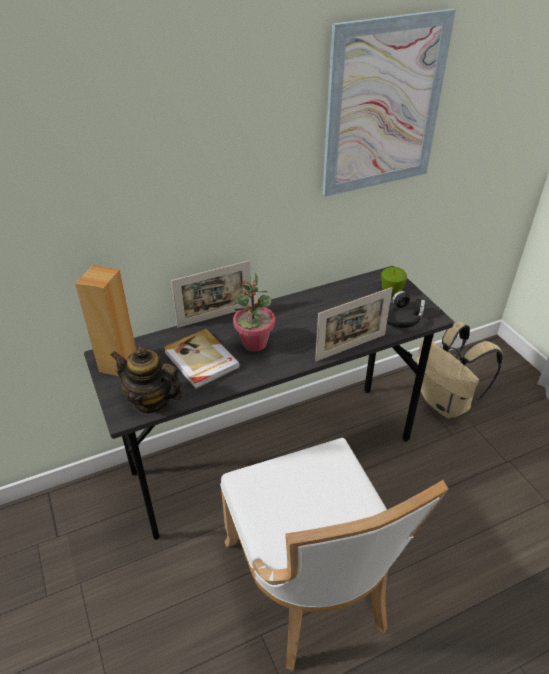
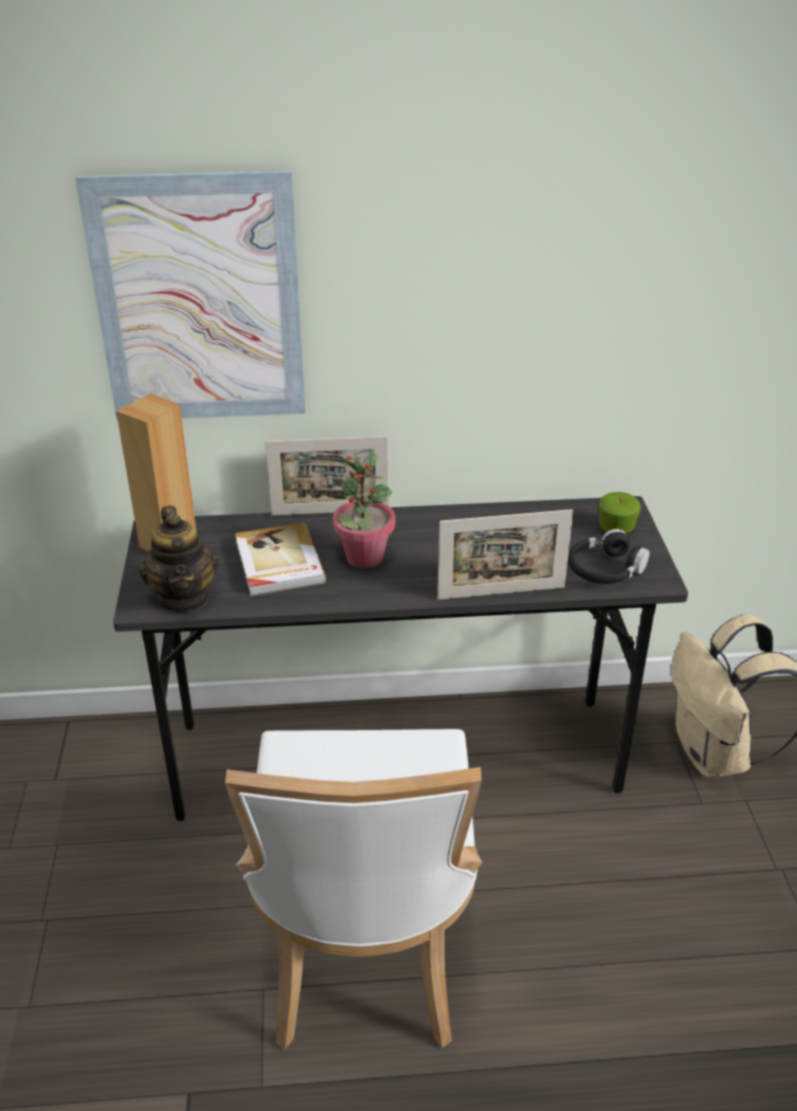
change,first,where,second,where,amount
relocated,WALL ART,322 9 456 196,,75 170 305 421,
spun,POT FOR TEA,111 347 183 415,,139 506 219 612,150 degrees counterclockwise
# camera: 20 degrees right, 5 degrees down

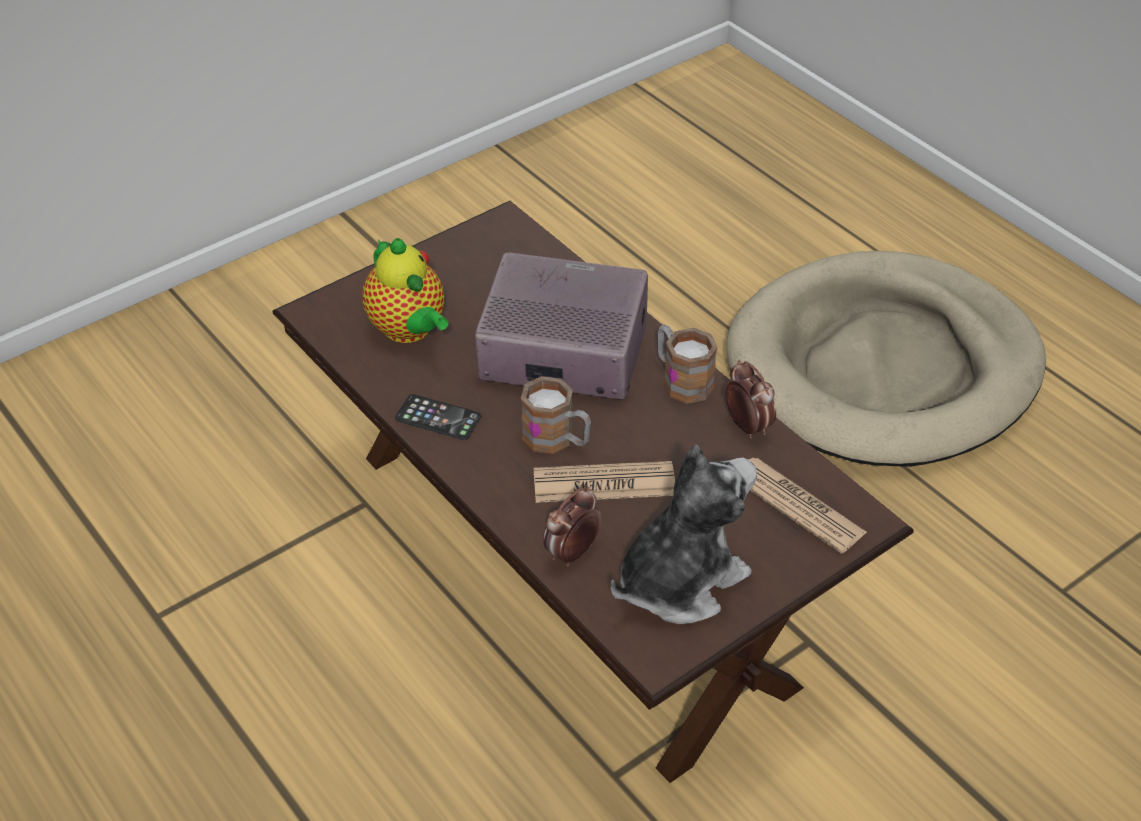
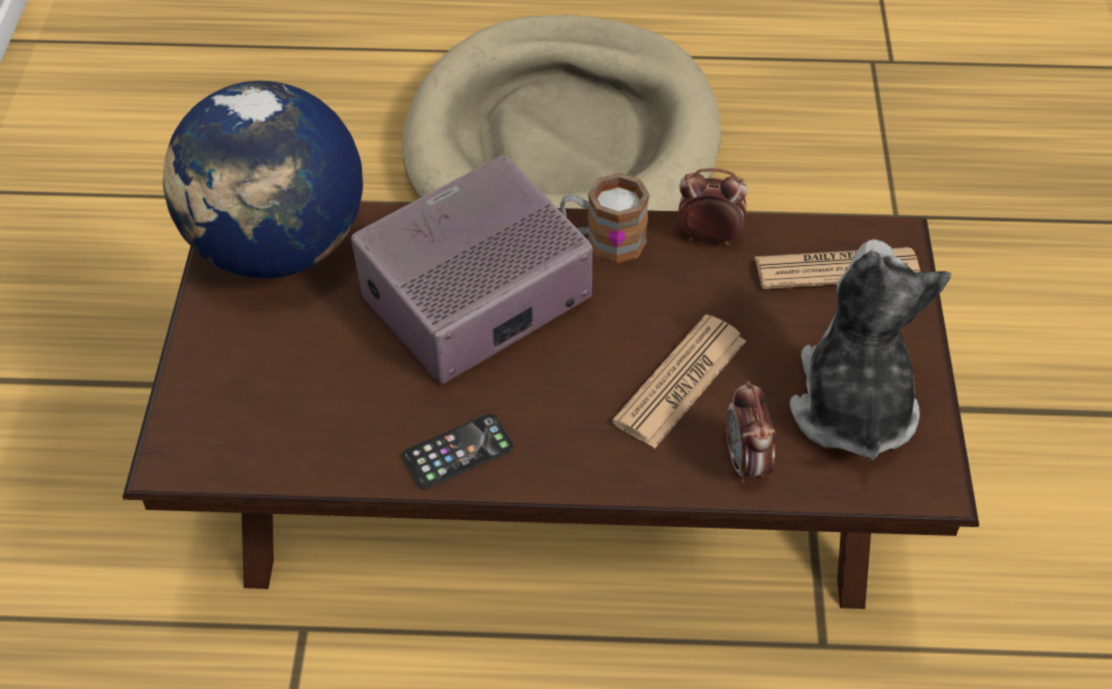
change,first,where,second,where,amount
missing,POT FOR TEA,363 238 449 343,,,
missing,TEA MUG,521 376 591 454,,,
appeared,,,DESK GLOBE,163 81 363 278,
# camera: 50 degrees left, 5 degrees up

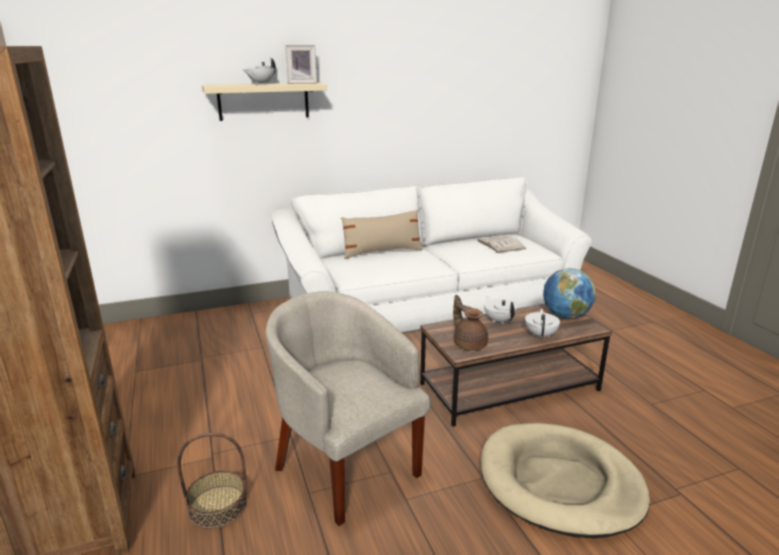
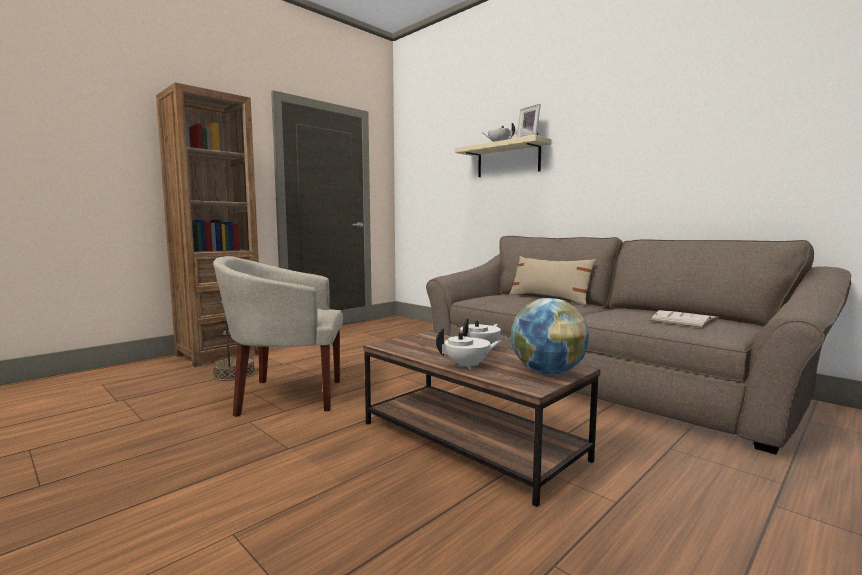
change,first,where,second,where,amount
colour,WHITE SOFA,271 176 592 332,BROWNISH SOFA,426 236 851 455,
spun,BEIGE-COLOURED EASY CHAIR,265 291 431 526,,213 256 343 417,120 degrees counterclockwise
missing,BROWNISH POT FOR TEA,453 295 488 351,,,
missing,BEIGE-COLOURED DOG BED,481 423 650 538,,,
# camera: 65 degrees right, 15 degrees down

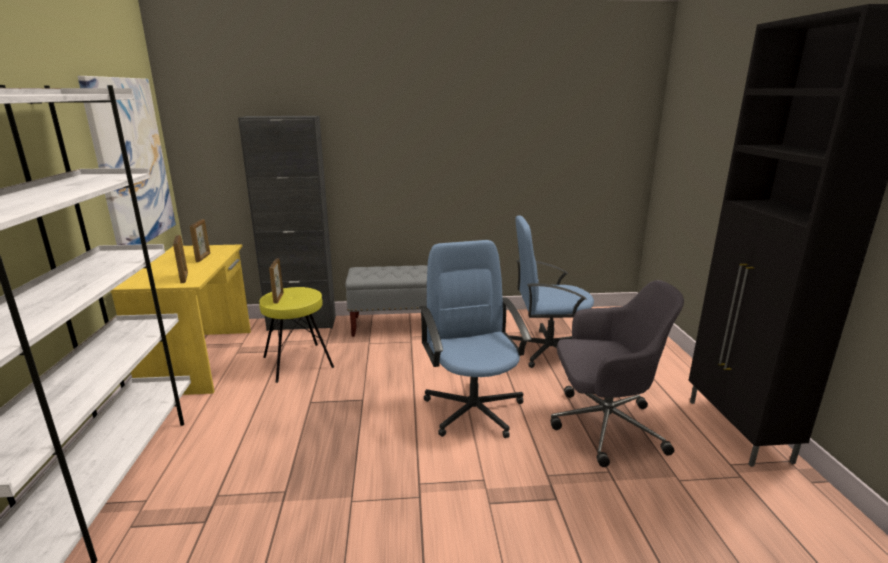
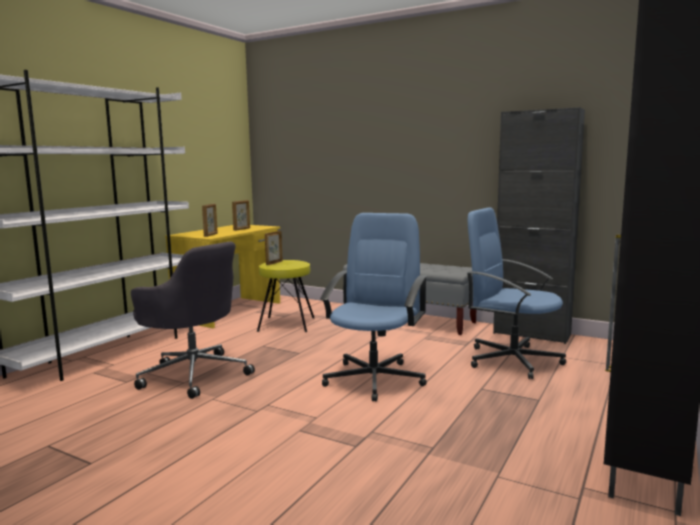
change,first,where,second,where,amount
missing,WALL ART,78 76 176 245,,,
relocated,BLACKISH CABINET,238 116 336 331,,493 107 585 344,
relocated,GREYISH DESK CHAIR,551 280 684 467,,131 242 255 399,
# camera: 35 degrees right, 10 degrees down

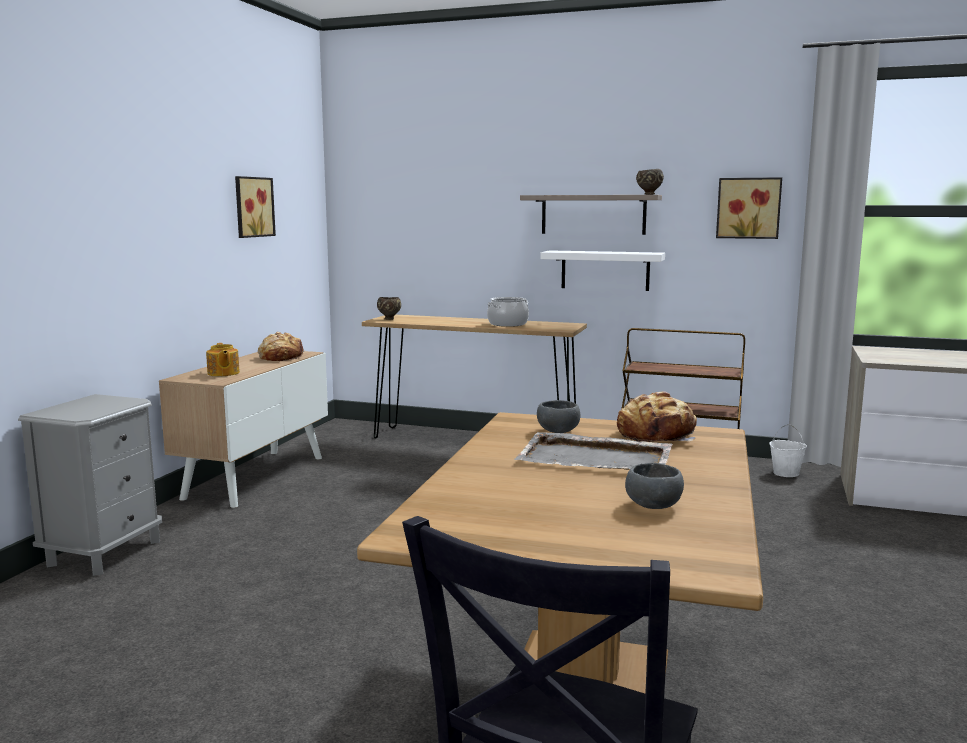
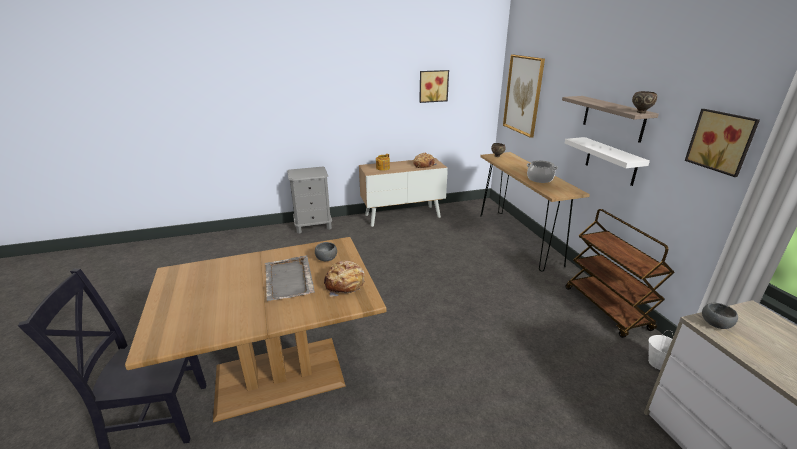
change,first,where,second,where,amount
relocated,GREYISH BOWL,625 463 684 509,,702 303 738 329,
appeared,,,WALL ART,503 55 545 138,
# camera: 55 degrees right, 15 degrees up

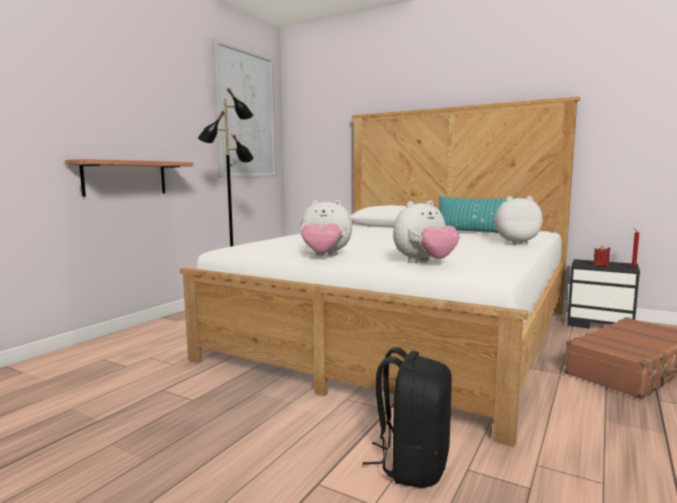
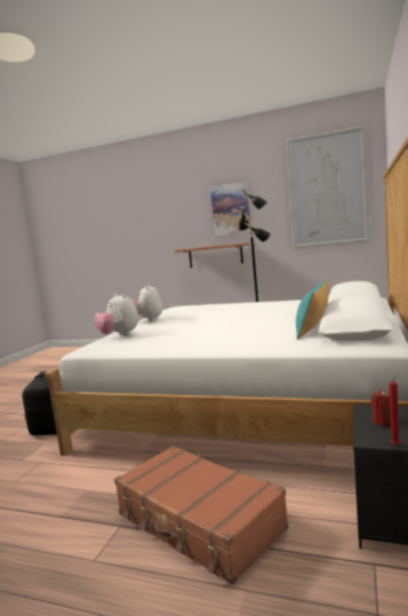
change,first,where,second,where,amount
missing,SOFT TOY,494 196 542 245,,,
appeared,,,WALL ART,210 181 251 237,
# camera: 80 degrees right, 0 degrees up

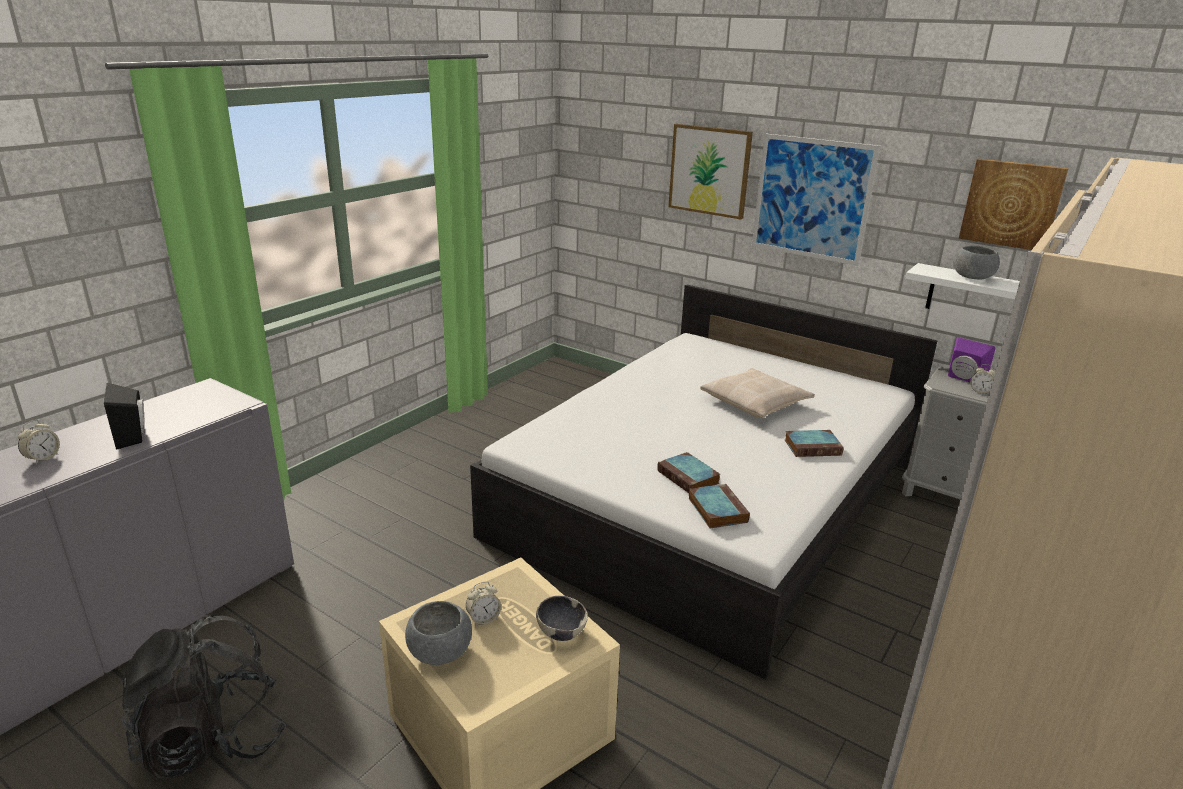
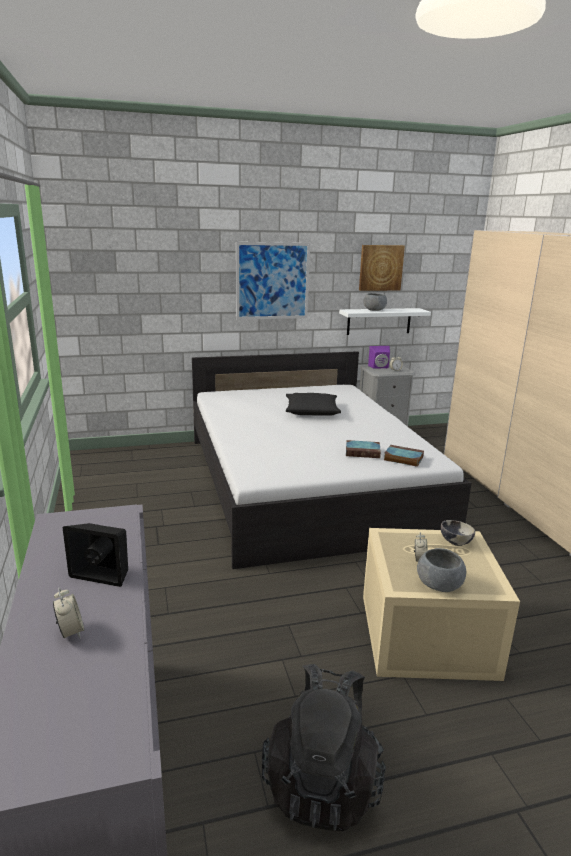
change,first,where,second,where,amount
missing,WALL ART,668 124 753 219,,,
colour,BEIGE-COLOURED THROW PILLOW,700 368 815 418,BLACKISH THROW PILLOW,286 393 341 416,
missing,BOUND BOOK,785 430 844 457,,,
# camera: 50 degrees left, 5 degrees down

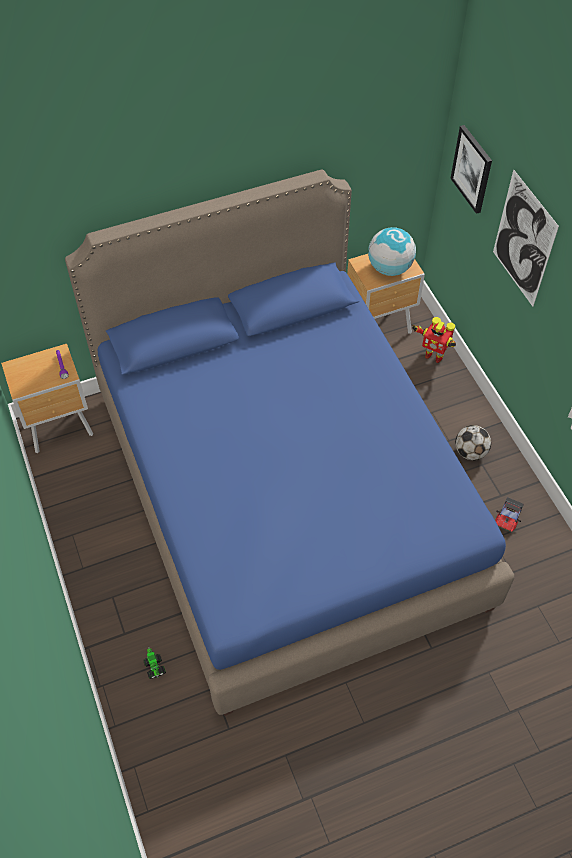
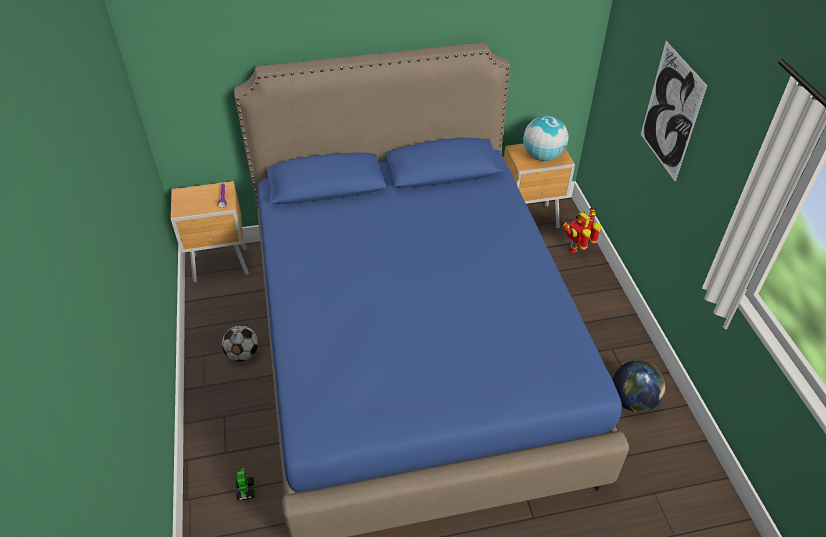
change,first,where,second,where,amount
missing,WALL ART,450 125 492 214,,,
spun,MODEL ROBOT,412 317 456 363,,561 206 601 253,105 degrees clockwise
relocated,FOOTBALL BALL,455 425 491 461,,222 325 258 362,
exchanged,MODEL CAR,495 497 524 532,DESK GLOBE,613 360 666 412,
# camera: 10 degrees right, 10 degrees down

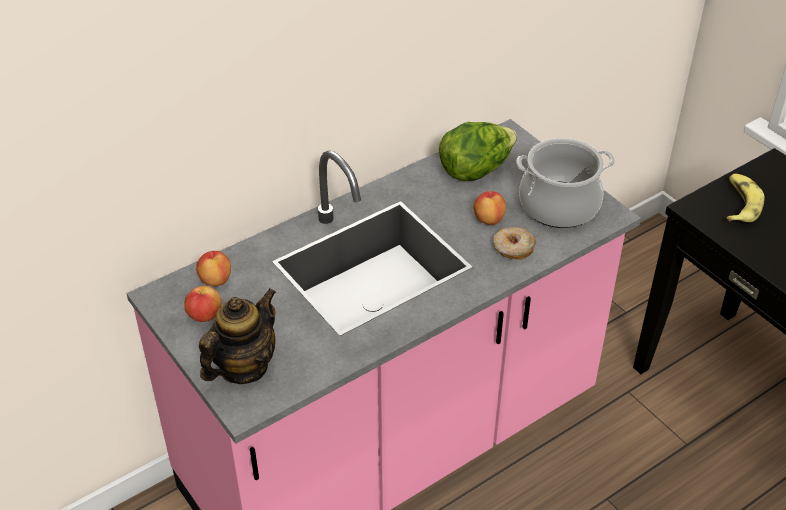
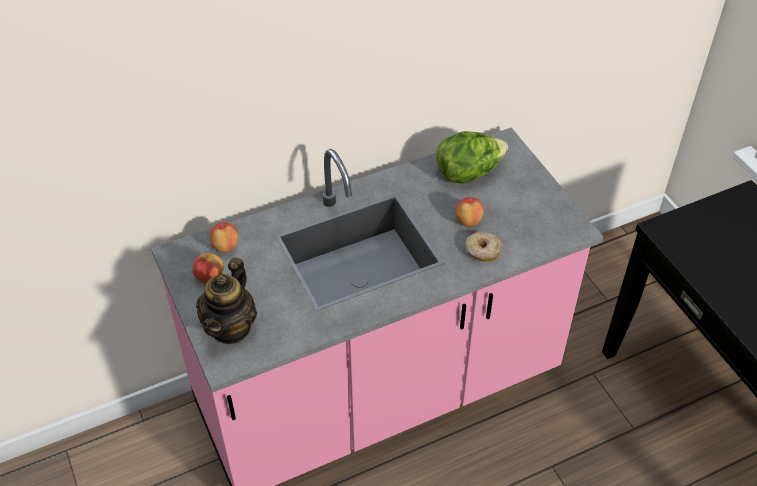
change,first,where,second,where,amount
missing,COOKING POT,516 138 615 228,,,
missing,BANANA,726 174 765 222,,,
spun,POT FOR TEA,199 288 276 384,,196 257 257 344,150 degrees clockwise
# camera: 10 degrees right, 5 degrees up

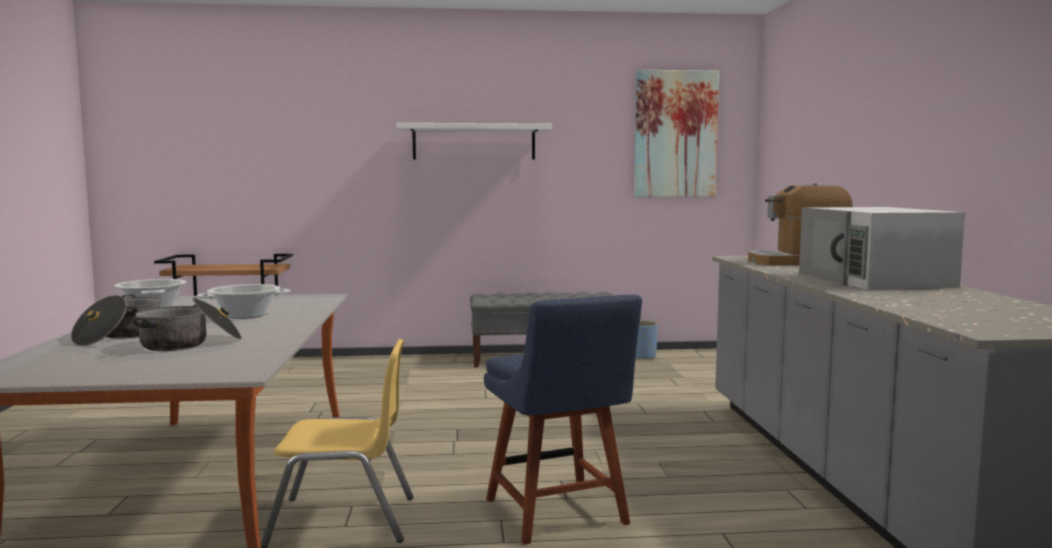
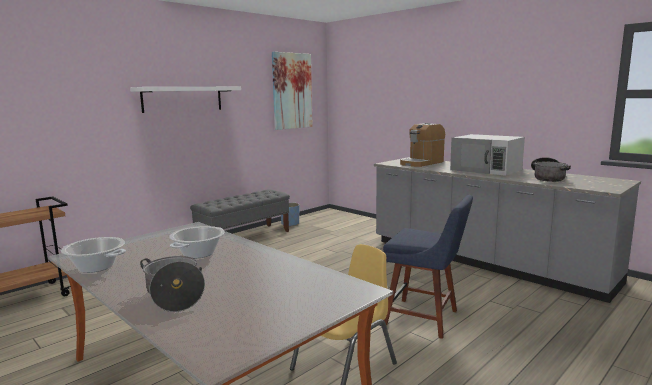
change,first,where,second,where,amount
relocated,COOKING POT,134 298 242 351,,531 157 571 182,
# camera: 40 degrees left, 5 degrees up

